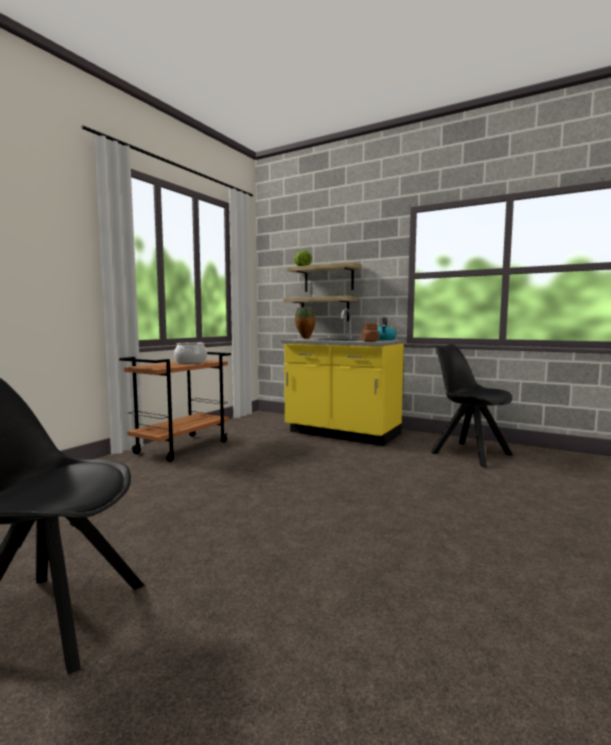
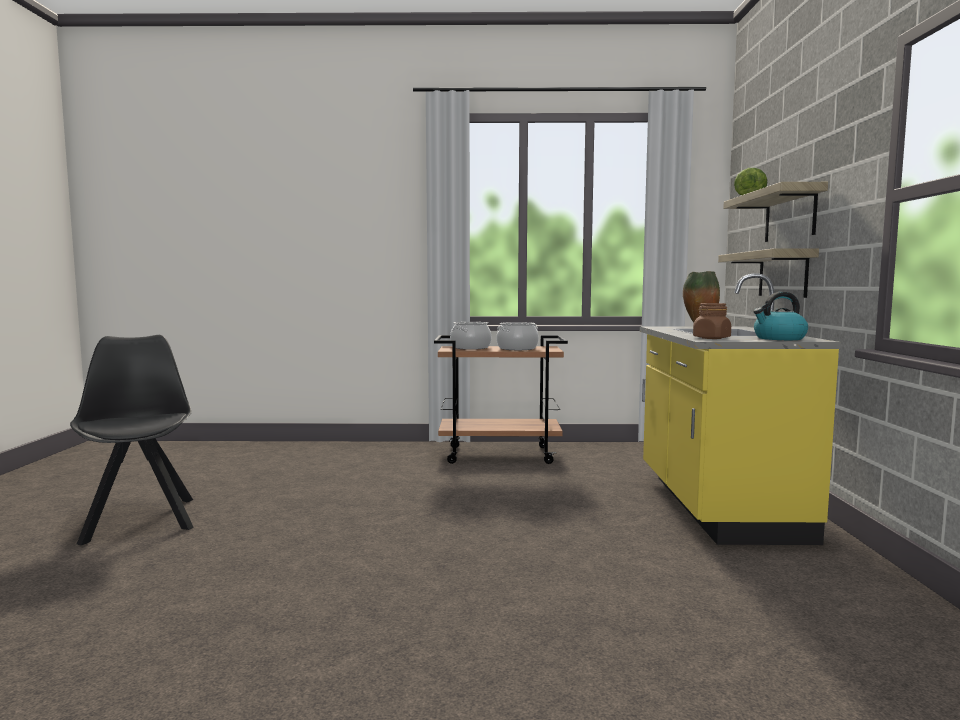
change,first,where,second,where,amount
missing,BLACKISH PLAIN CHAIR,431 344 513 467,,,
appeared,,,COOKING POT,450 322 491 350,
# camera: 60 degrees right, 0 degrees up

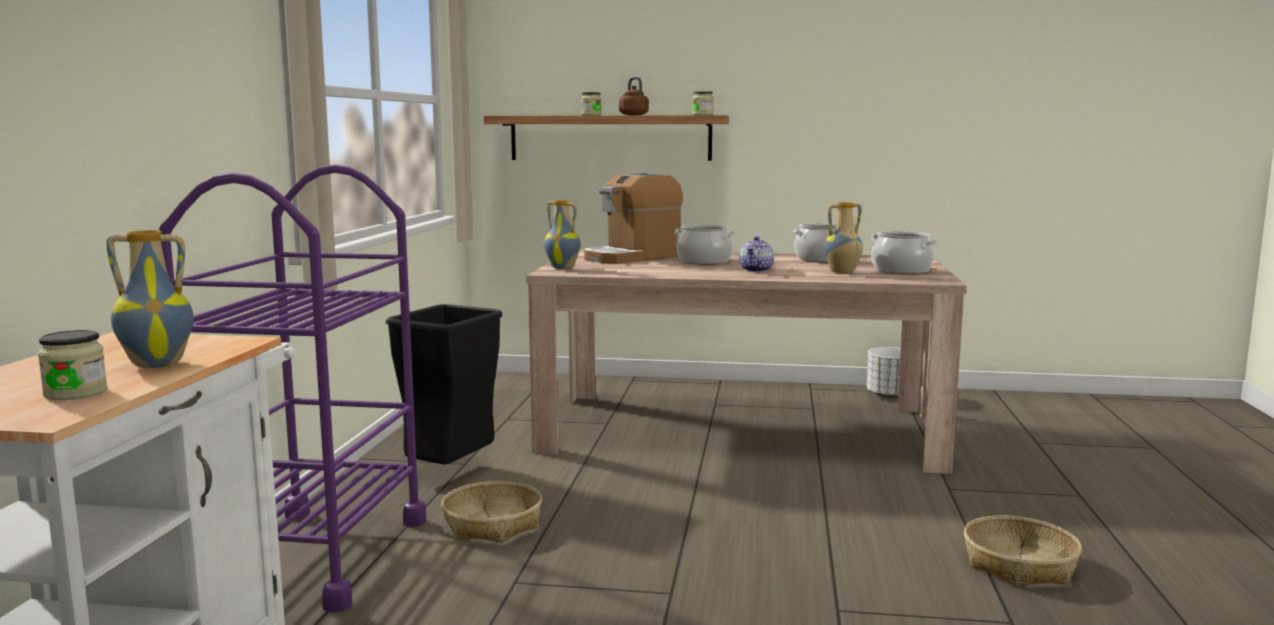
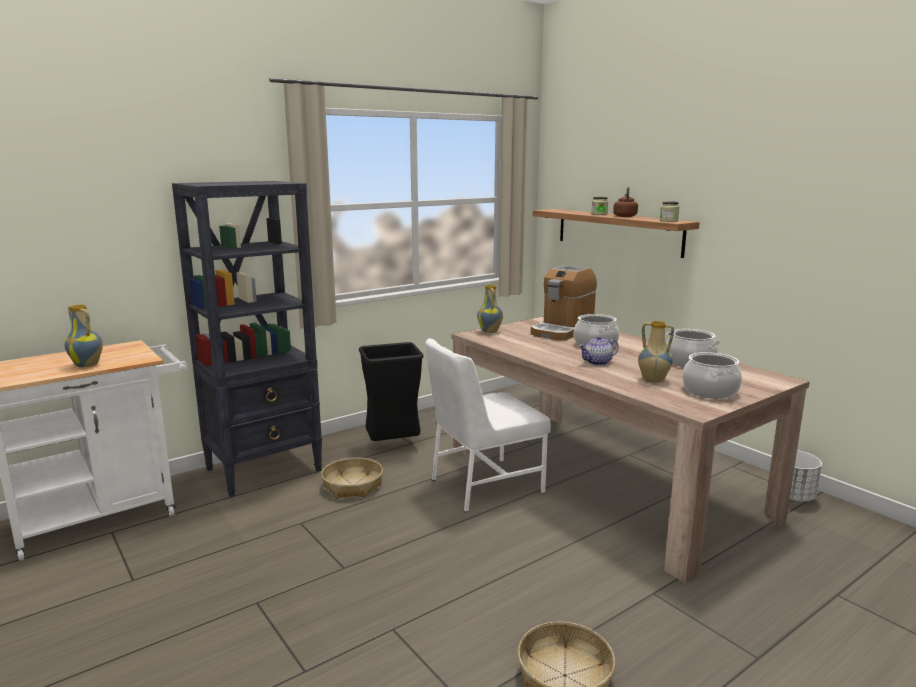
change,first,where,second,where,amount
exchanged,PURPLISH CART,158 165 426 612,BLACKISH BOOKCASE,172 181 322 498,
spun,COFFEE MAKER,584 172 683 264,,531 265 597 340,60 degrees counterclockwise
missing,PRESERVE JAR,38 330 107 400,,,
appeared,,,WHITE PLAIN CHAIR,425 339 551 512,
# camera: 45 degrees right, 5 degrees up

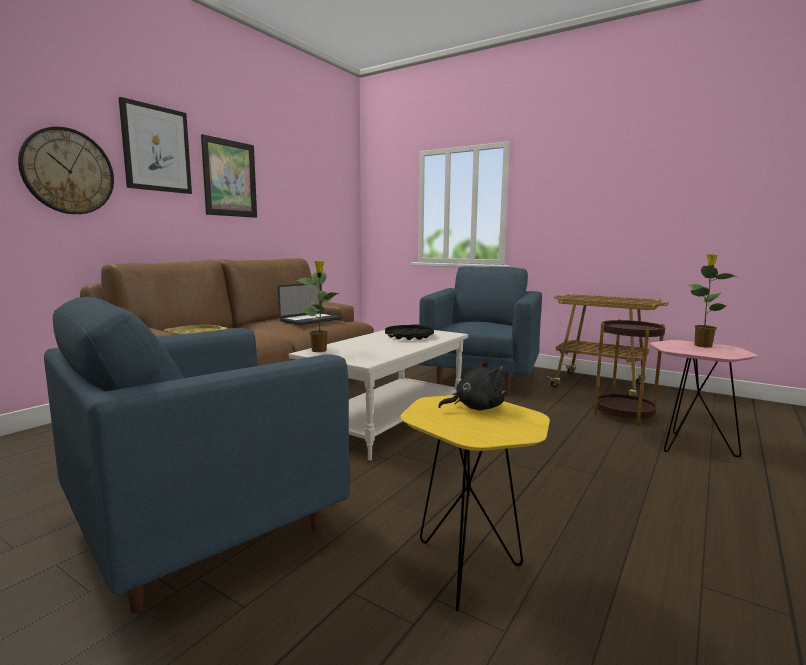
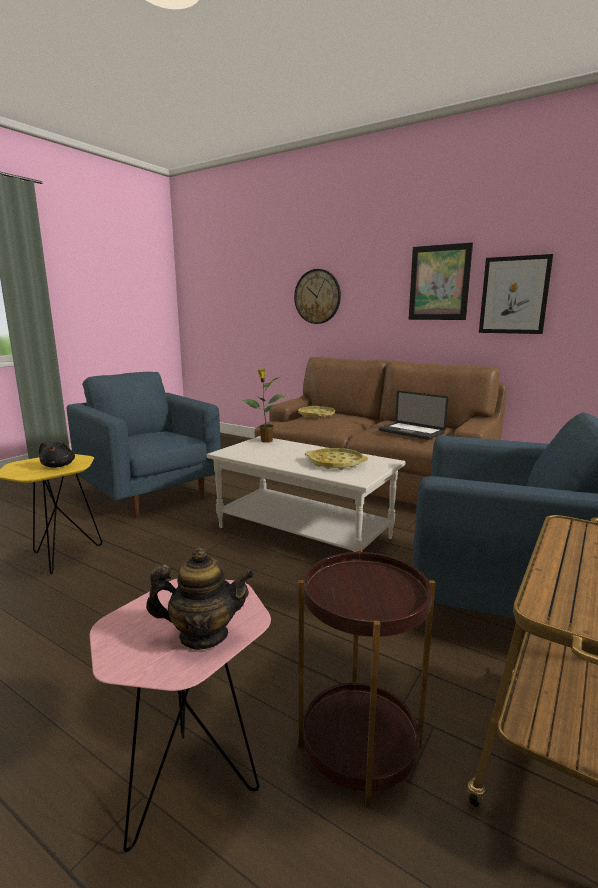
change,first,where,second,where,amount
relocated,WALL ART,119 97 192 194,,479 254 553 334,
exchanged,HOUSEPLANT,689 254 736 348,POT FOR TEA,146 548 254 650,
colour,BLACKISH CARRYING TRAY,385 324 434 340,YELLOW CARRYING TRAY,305 448 368 470,
# camera: 90 degrees right, 5 degrees up

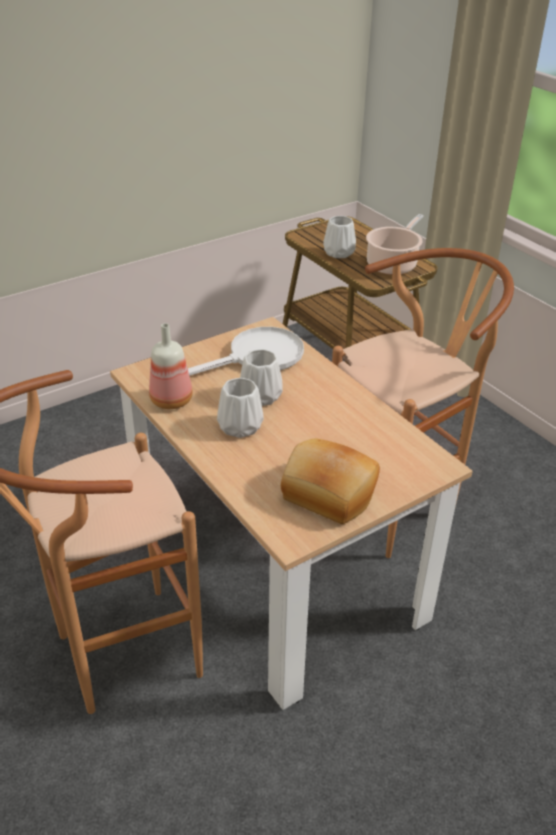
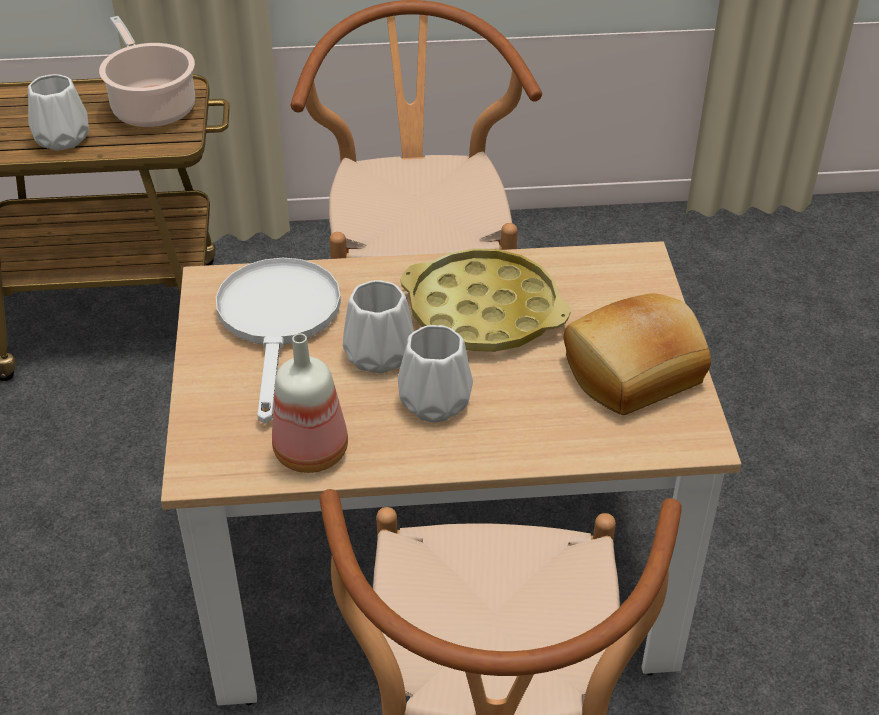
change,first,where,second,where,amount
appeared,,,YELLOW CARRYING TRAY,401 248 571 352,
# camera: 60 degrees left, 5 degrees up

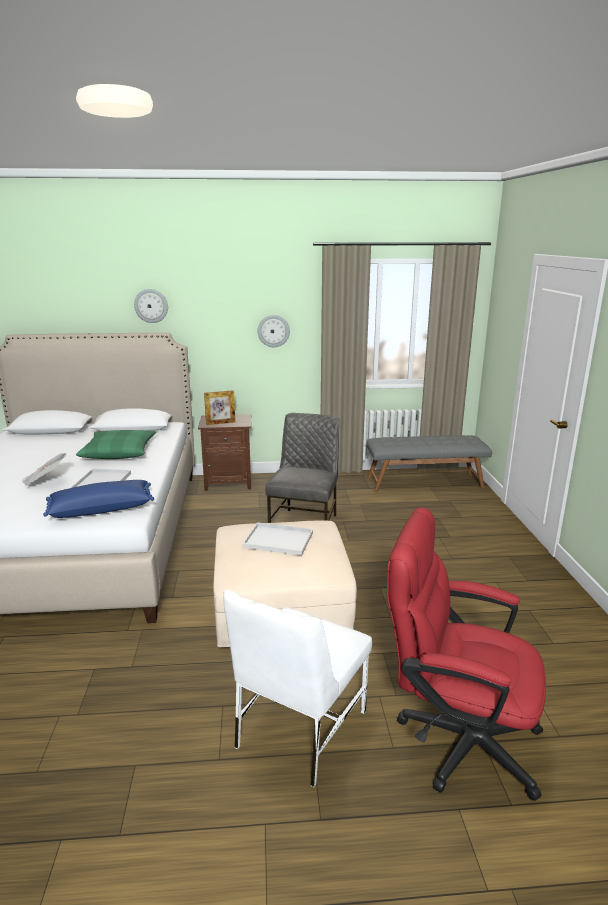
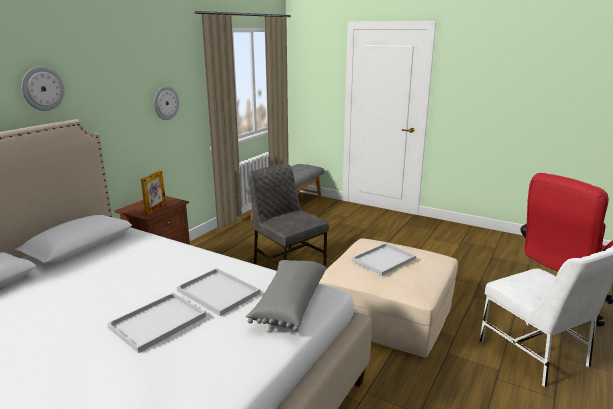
change,first,where,second,where,amount
missing,GREEN-COLOURED THROW PILLOW,76 430 156 459,,,
exchanged,PRINTED PAPER,22 453 66 486,WHITE CARRYING TRAY,107 292 206 353,
colour,BLUE-COLOURED THROW PILLOW,43 480 154 518,GREYISH THROW PILLOW,246 260 327 331,
# camera: 55 degrees left, 0 degrees up

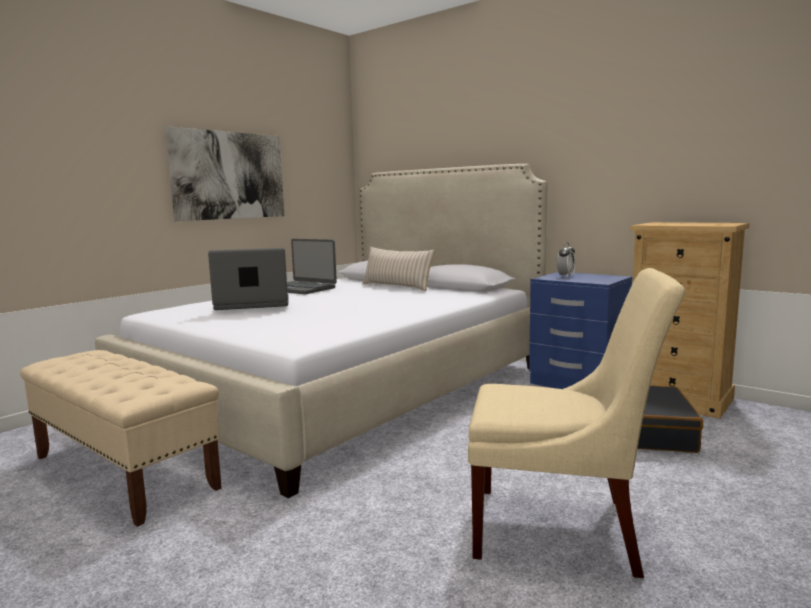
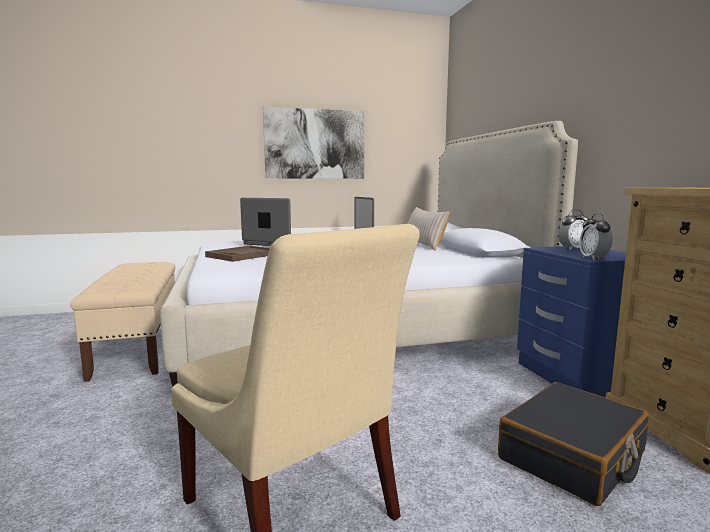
change,first,where,second,where,amount
appeared,,,TABLE CLOCK,579 213 613 260,
appeared,,,BROWNISH CARRYING TRAY,205 246 270 262,
# camera: 35 degrees right, 0 degrees up

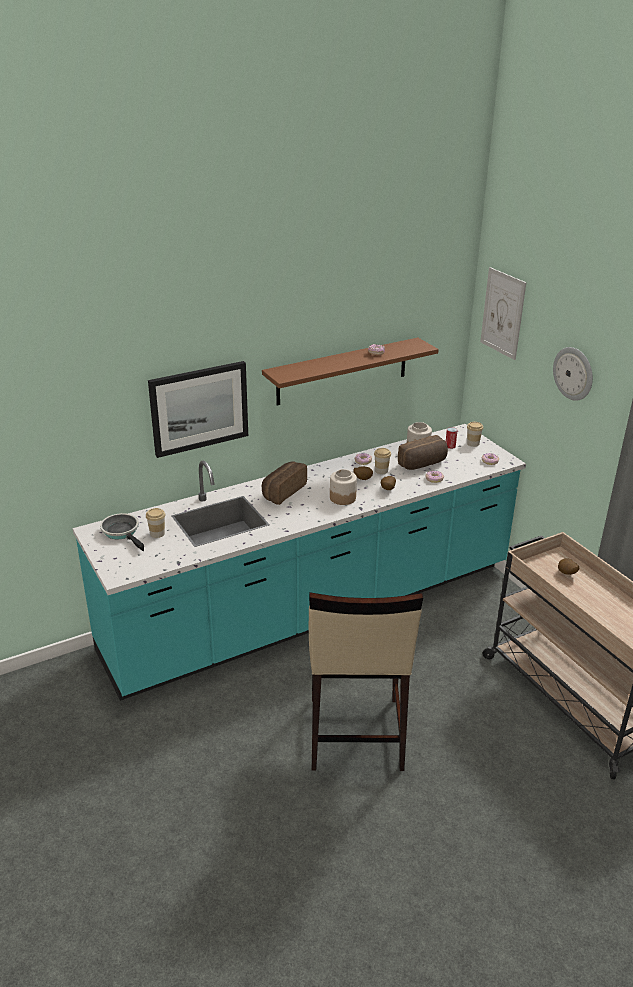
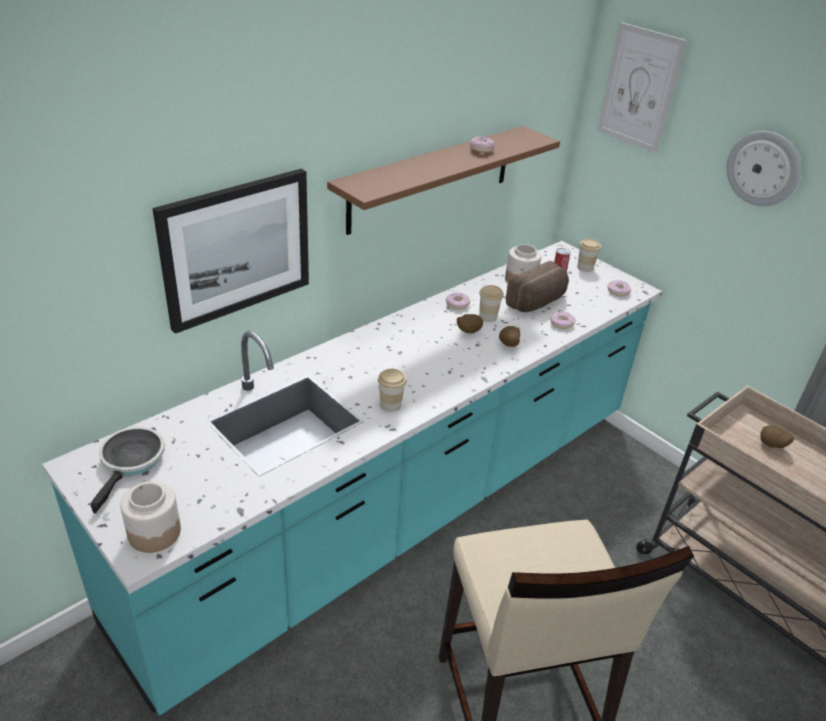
change,first,where,second,where,amount
missing,BAKED BREAD,262 461 307 505,,,
relocated,PRESERVE JAR,330 469 357 505,,120 481 181 553,
relocated,DRINKING CUP,146 508 166 538,,378 369 407 412,
spun,SKILLET,100 513 144 551,,91 427 165 514,60 degrees clockwise
# camera: 15 degrees left, 5 degrees up

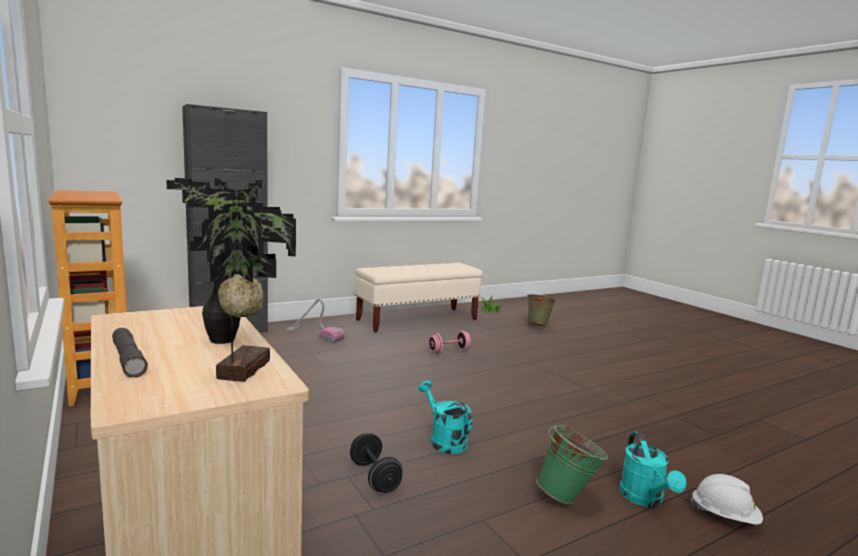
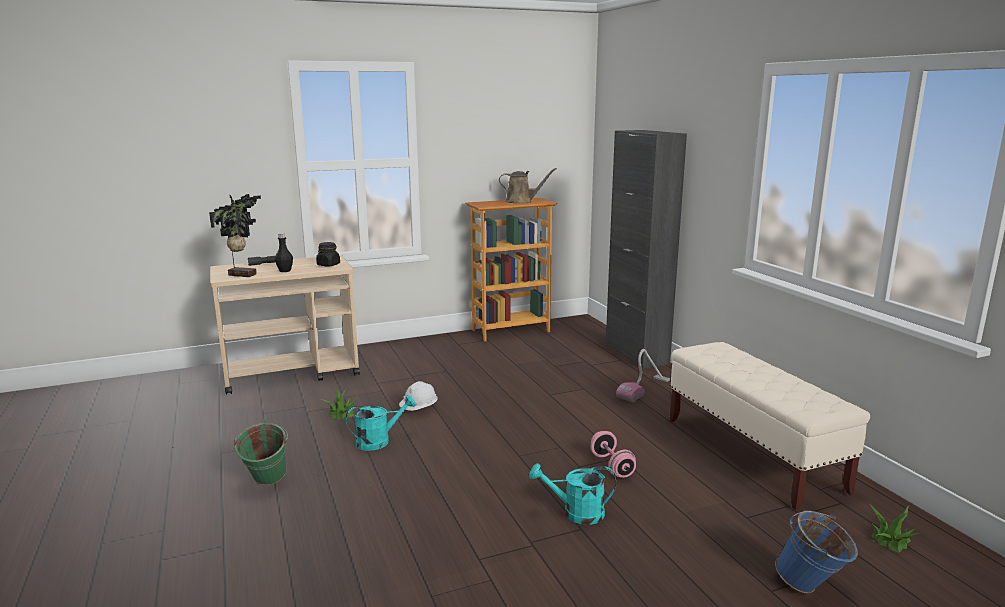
change,first,where,second,where,amount
colour,GREEN-COLOURED PAIL,527 294 557 326,BLUE-COLOURED PAIL,775 511 858 593,
relocated,TURQUOISE SPRINKLING CAN,620 432 686 507,,529 463 616 525,
exchanged,BLACKISH HAND WEIGHT,350 433 402 493,HOUSEPLANT,321 387 358 420,
relocated,WHITE WORK HELMET,691 474 763 524,,399 381 438 411,
appeared,,,BROWNISH SPRINKLING CAN,499 168 557 204,
appeared,,,BLACKISH PRESERVE JAR,316 242 340 266,
# camera: 100 degrees right, 5 degrees up

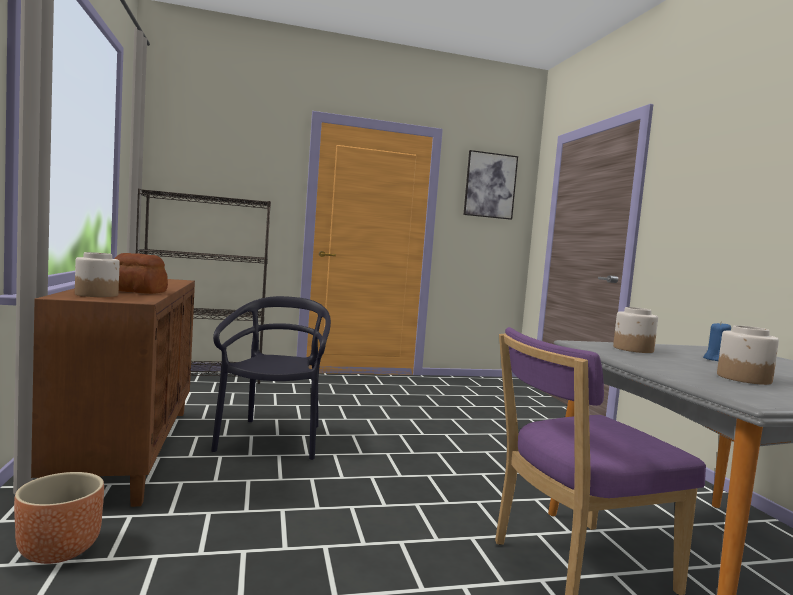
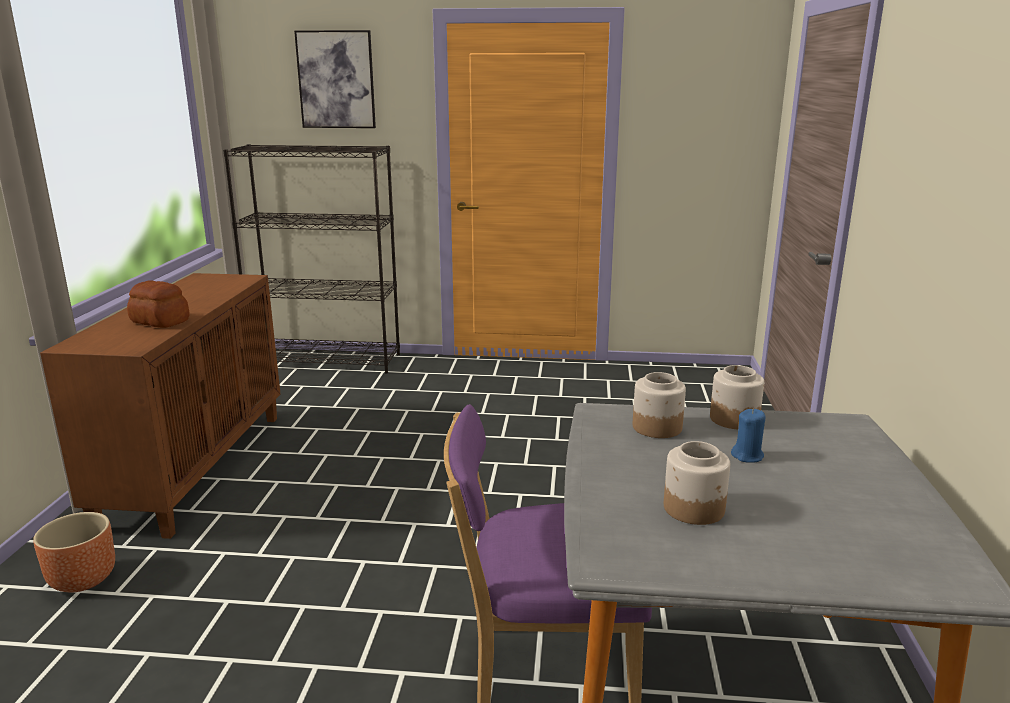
change,first,where,second,where,amount
relocated,WALL ART,463 150 518 220,,294 30 376 128,
relocated,PRESERVE JAR,75 252 120 297,,710 365 764 429,
missing,BLACKISH PLAIN CHAIR,211 296 331 460,,,
# camera: 20 degrees right, 15 degrees up

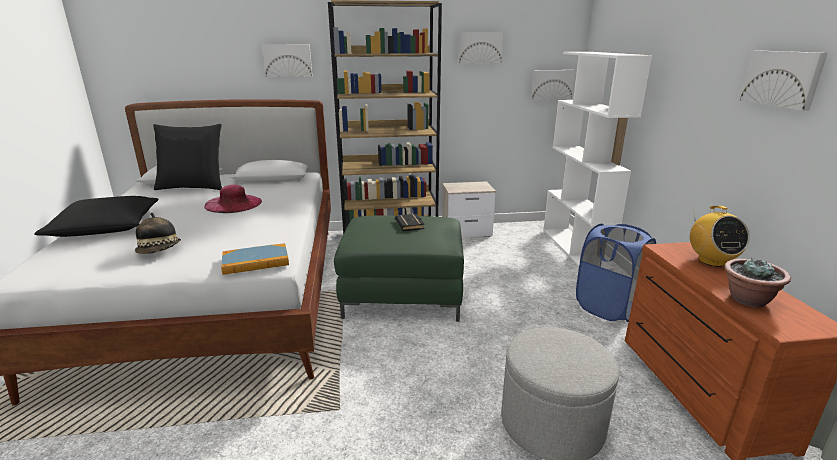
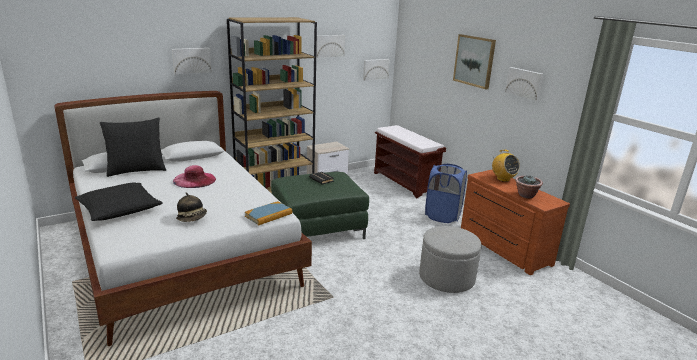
change,first,where,second,where,amount
exchanged,WHITE BOOKCASE,543 52 652 266,BROWNISH BENCH,374 125 446 198,
appeared,,,WALL ART,453 34 496 89,
# camera: 25 degrees left, 0 degrees up

